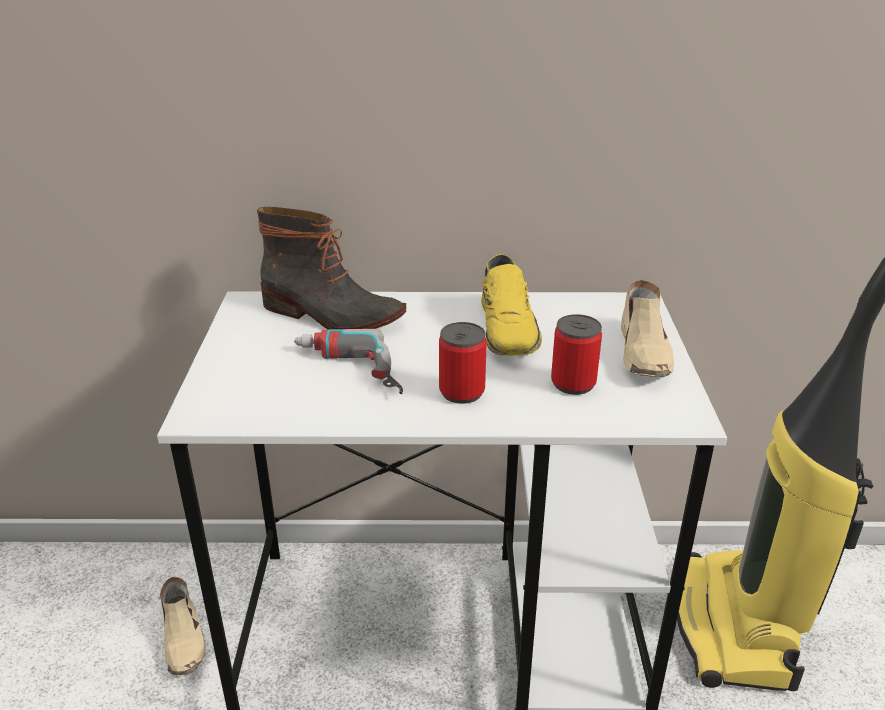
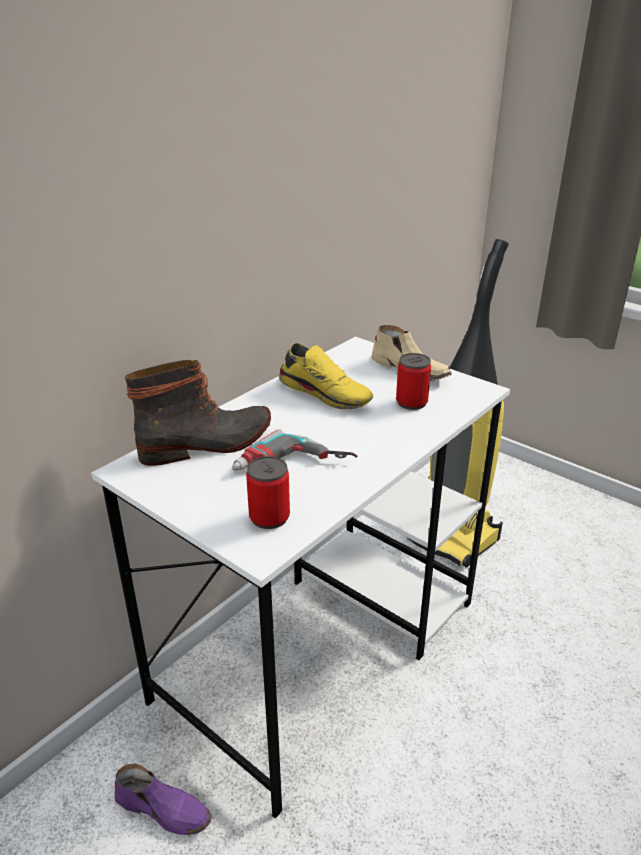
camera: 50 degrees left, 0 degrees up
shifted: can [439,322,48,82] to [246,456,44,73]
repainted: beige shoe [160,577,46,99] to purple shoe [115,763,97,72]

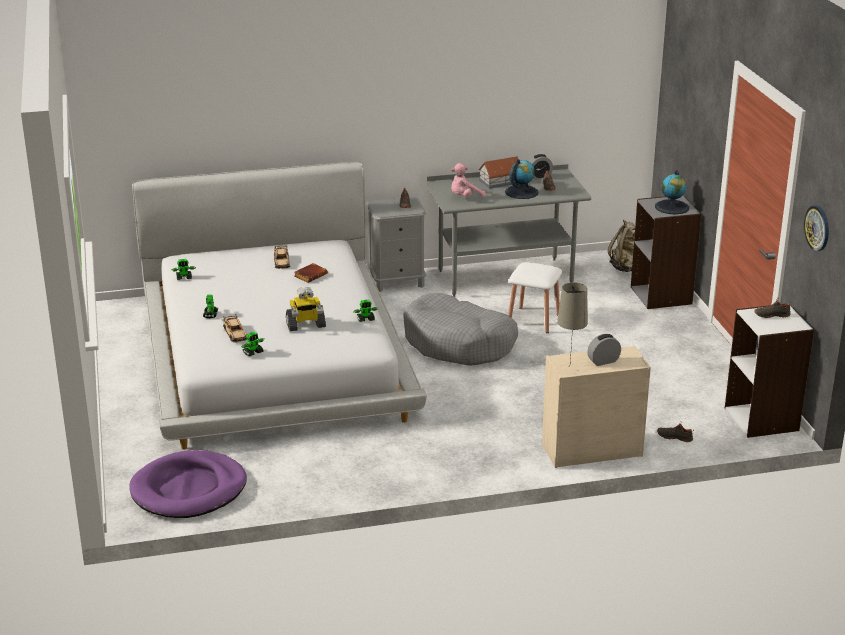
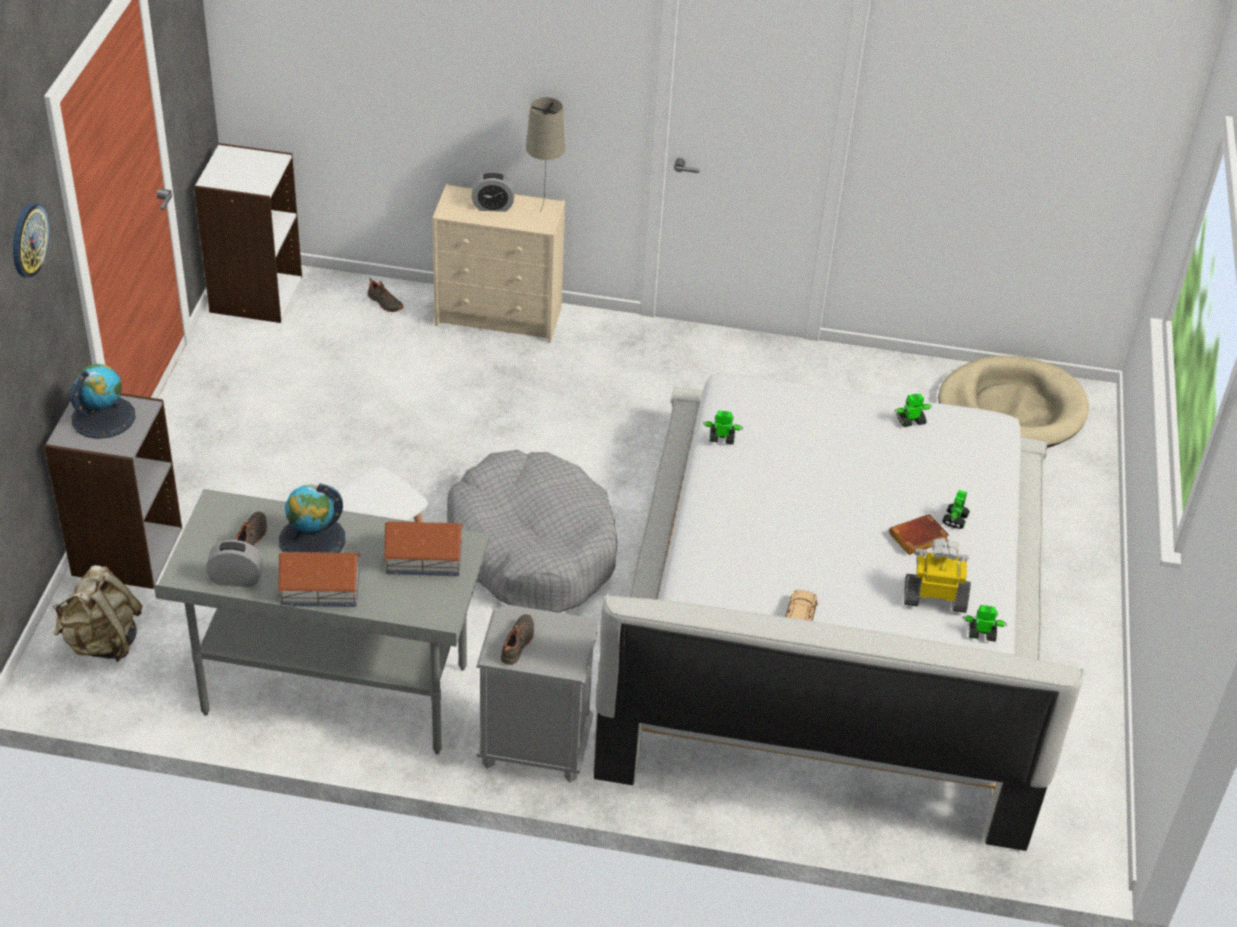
camera: 160 degrees left, 15 degrees up
gone: beige toy car [223,314,24,28]; black shoe [754,297,38,21]
shifted: wall clock [804,205,25,46] to [13,203,36,75]; brown book [294,263,34,20] to [889,514,60,41]; toy robot [286,287,40,44] to [904,538,67,75]
swapped: pink plush toy [451,163,35,34] to toy house [383,521,81,55]
repainted: purple dog bed [129,450,118,68] to beige dog bed [938,355,151,93]

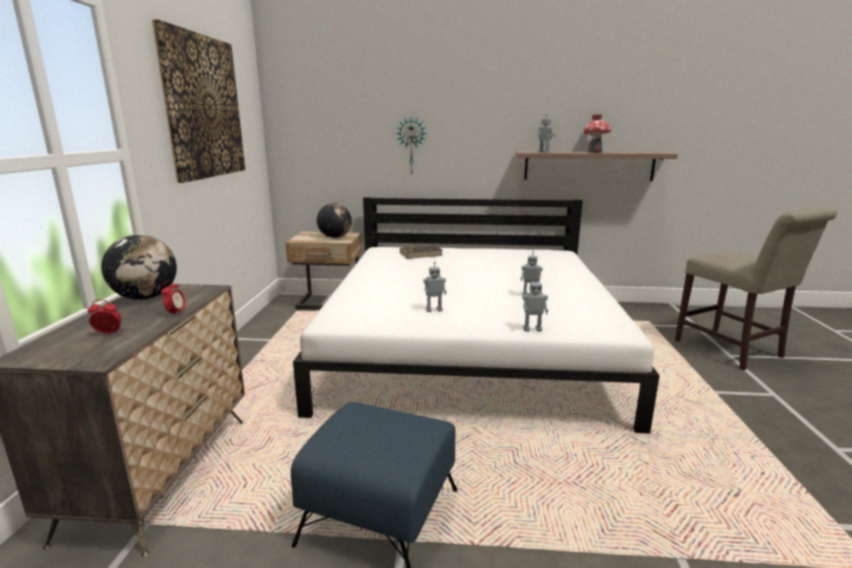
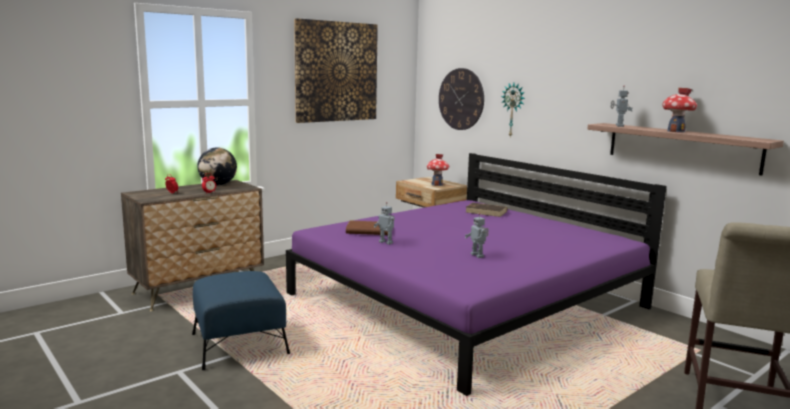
camera: 45 degrees right, 5 degrees down
gone: toy robot [523,277,25,55]
new: brown book [346,221,42,14]; wall clock [439,68,45,62]
swapped: globe [317,203,35,35] to toy house [427,154,22,32]
repainted: white bed [293,197,367,237] to purple bed [286,153,381,243]

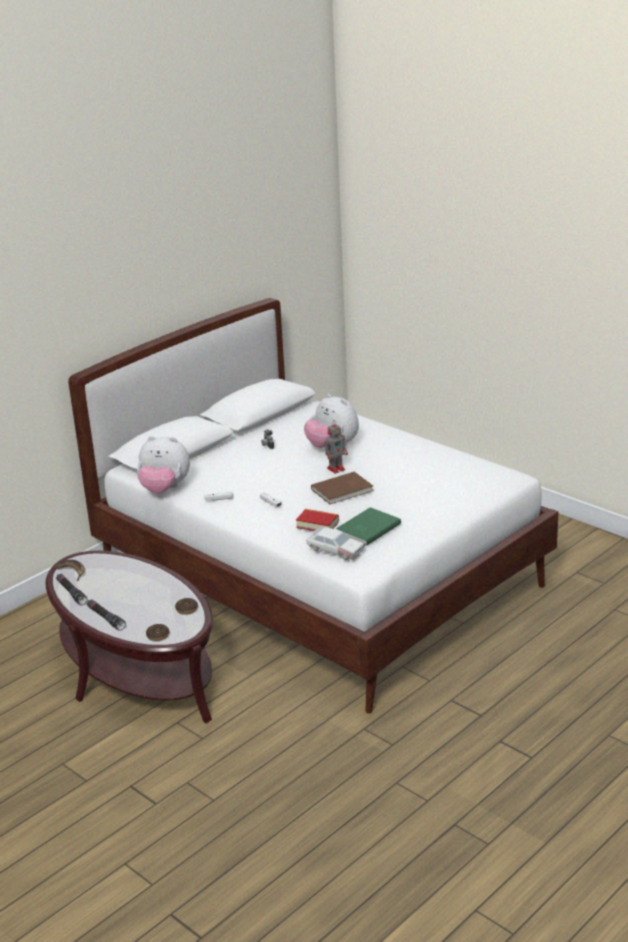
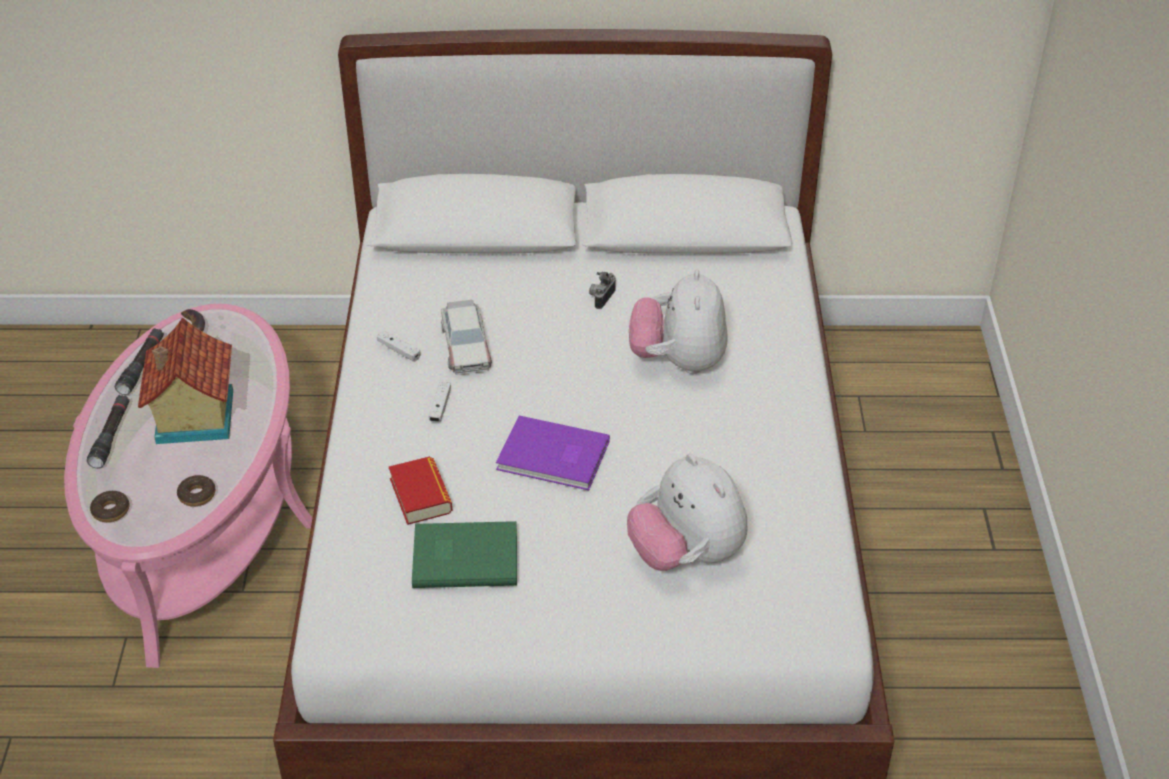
camera: 45 degrees right, 15 degrees up
gone: toy robot [325,420,23,54]
new: toy house [138,317,95,127]
shifted: toy car [306,526,59,34] to [441,300,51,75]; plush toy [137,436,53,58] to [627,454,121,117]
repainted: brown coffee table [46,551,167,172] to pink coffee table [64,304,248,364]; brown book [311,472,63,32] to purple book [496,416,114,74]

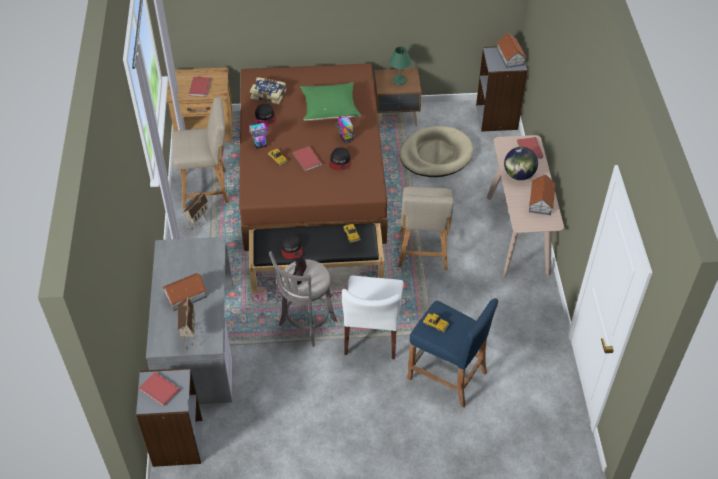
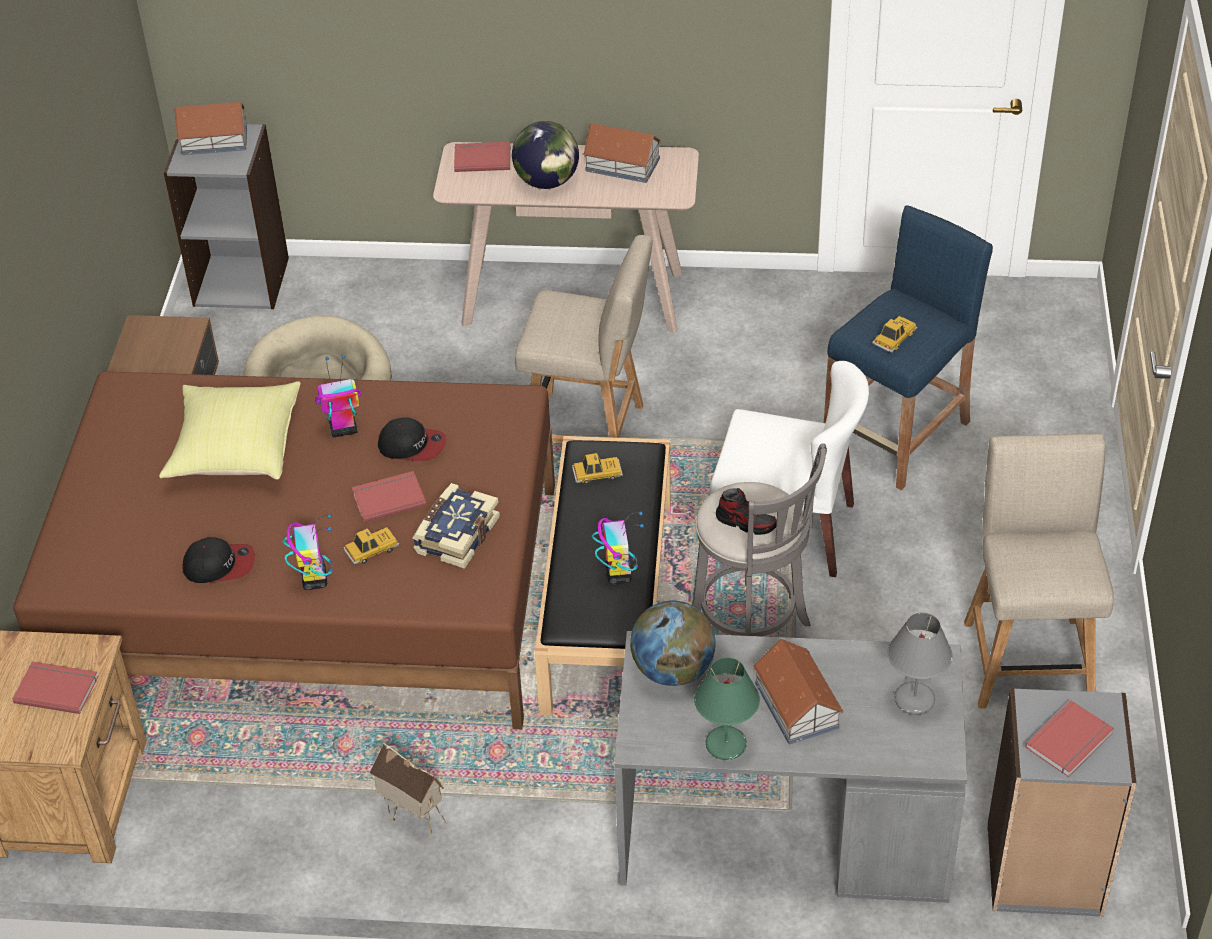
camera: 80 degrees left, 5 degrees down
new: globe [630,601,85,85]
shifted: book [250,77,36,27] to [413,483,87,86]; green table lamp [389,46,22,39] to [694,657,66,103]; beige chair [172,97,57,112] to [964,434,150,275]
swapped: cap [280,234,23,25] to toy robot [592,512,52,72]; toy house [177,298,21,52] to grey table lamp [887,613,66,102]
repainted: green pillow [300,82,61,39] to yellow pillow [159,381,142,99]

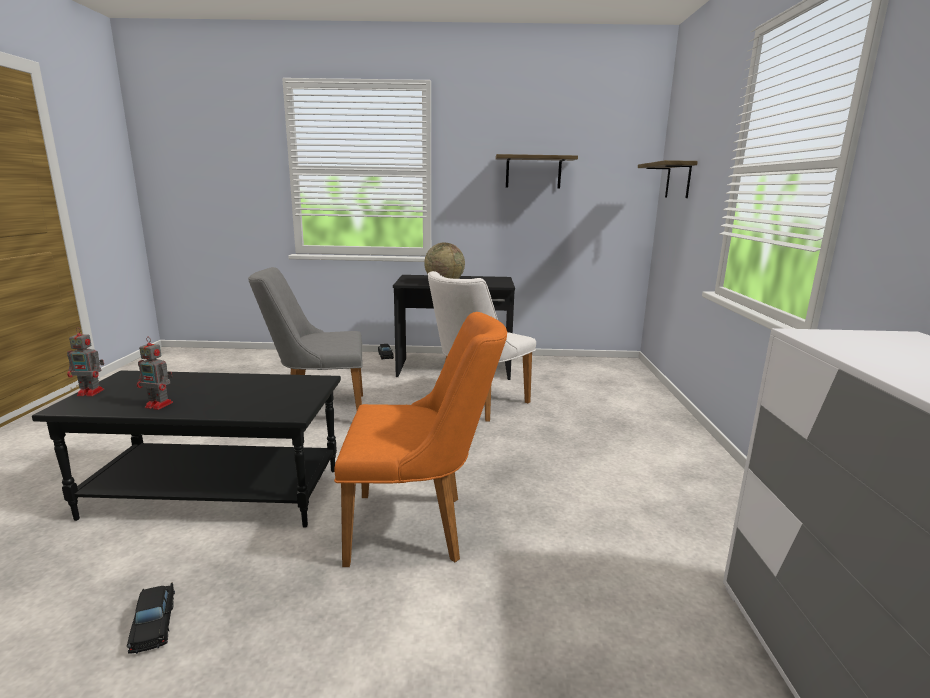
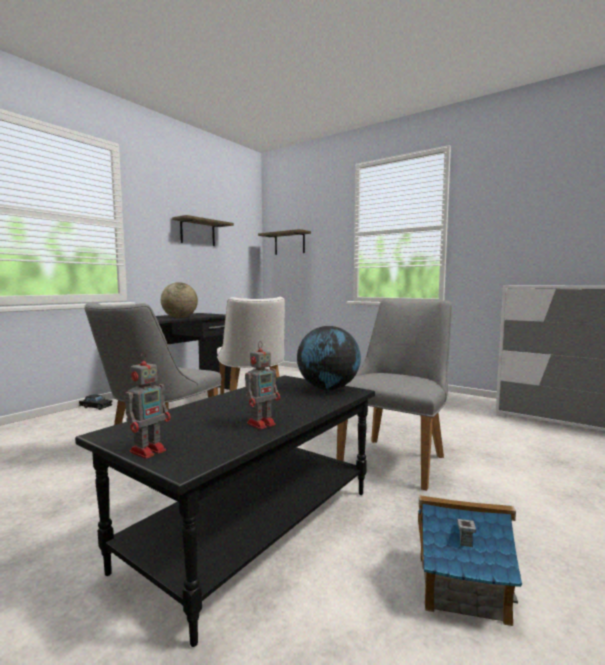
camera: 55 degrees left, 10 degrees down
new: globe [297,326,64,65]
swapped: black toy car [127,582,48,72] to toy house [418,495,104,131]
repainted: orange chair [334,312,173,255] to grey chair [337,299,115,192]

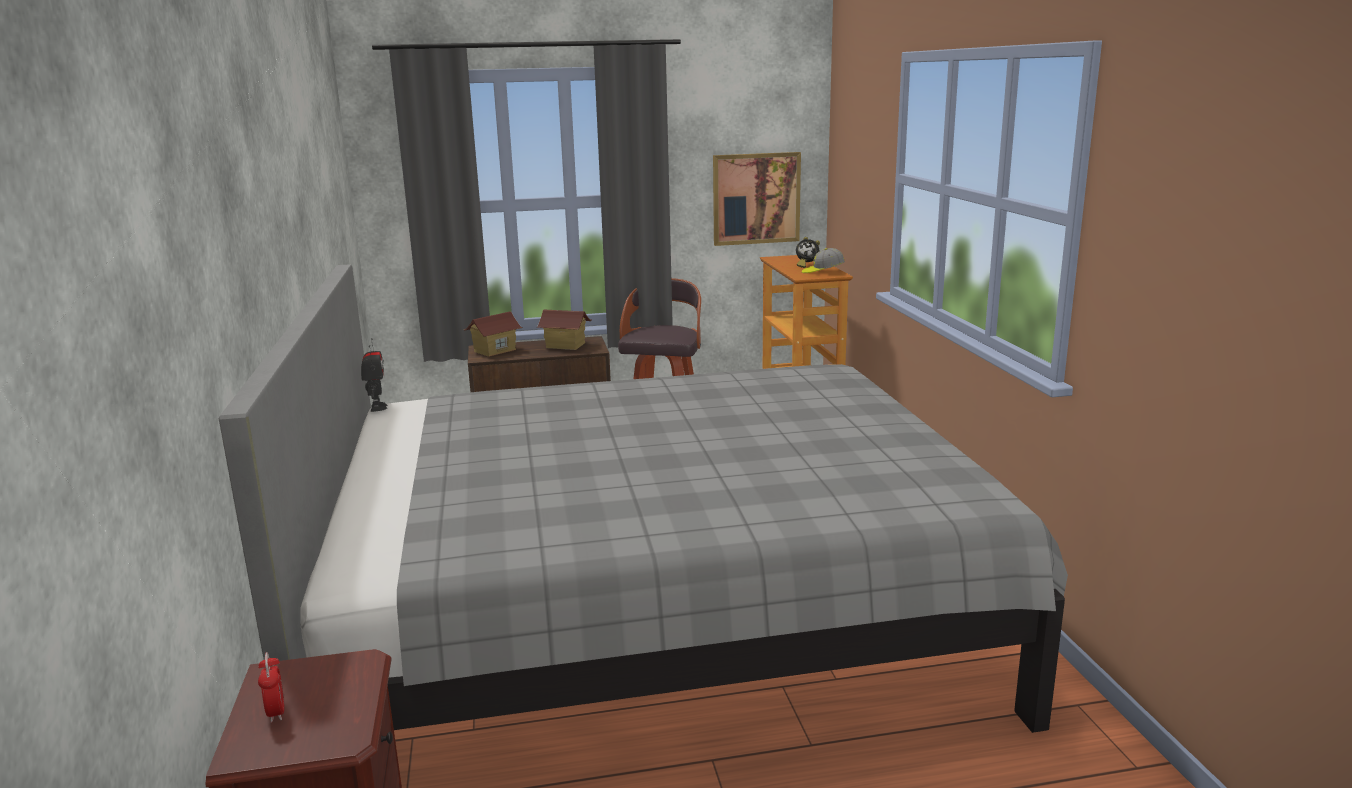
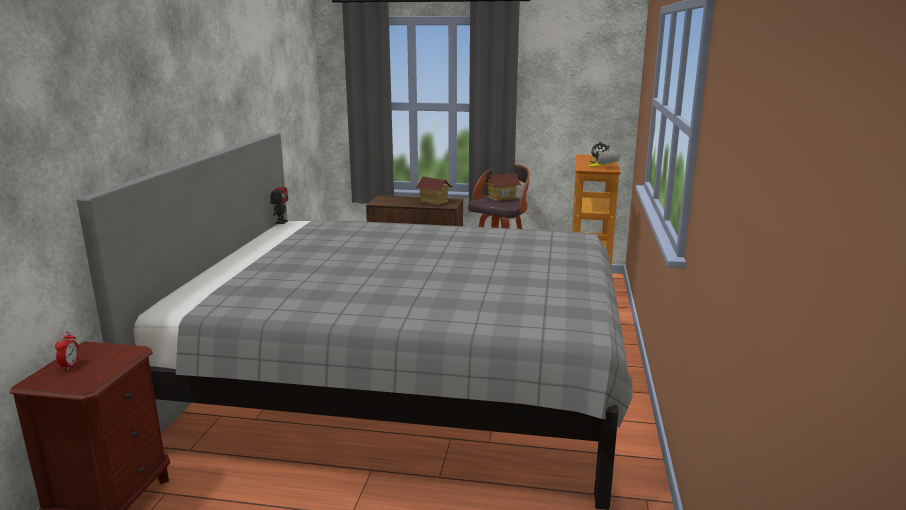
camera: 20 degrees right, 0 degrees up
gone: picture [713,152,88,94]
shifted: toy house [463,311,60,46] to [484,173,37,28]

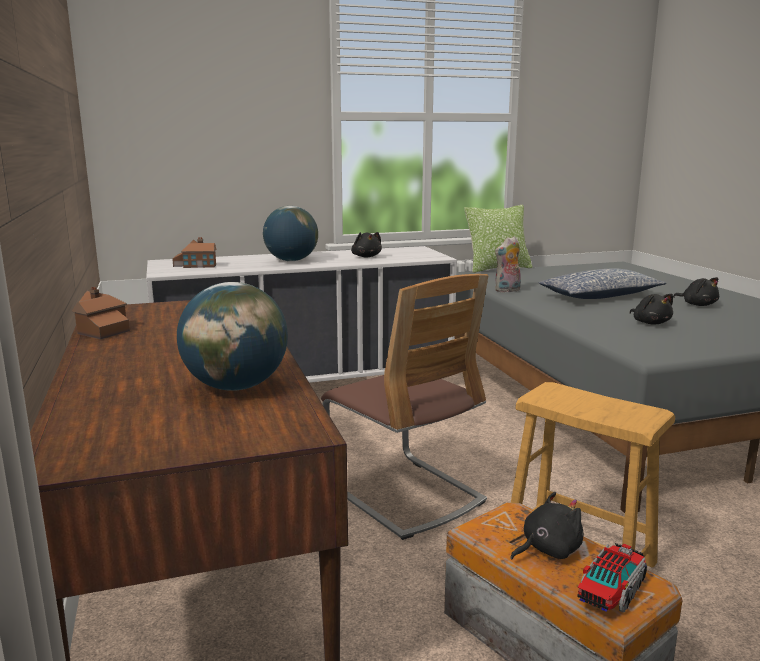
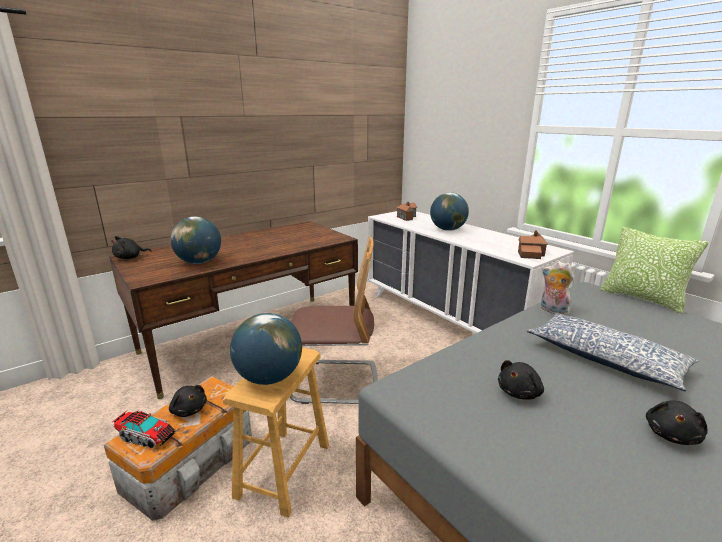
camera: 70 degrees right, 5 degrees up
new: globe [230,313,72,72]
shifted: black plush toy [351,232,31,25] to [111,236,40,23]; toy house [72,287,58,52] to [518,230,30,29]
rotated: chair [321,274,167,266] = [290,236,88,168] 120 degrees counterclockwise

